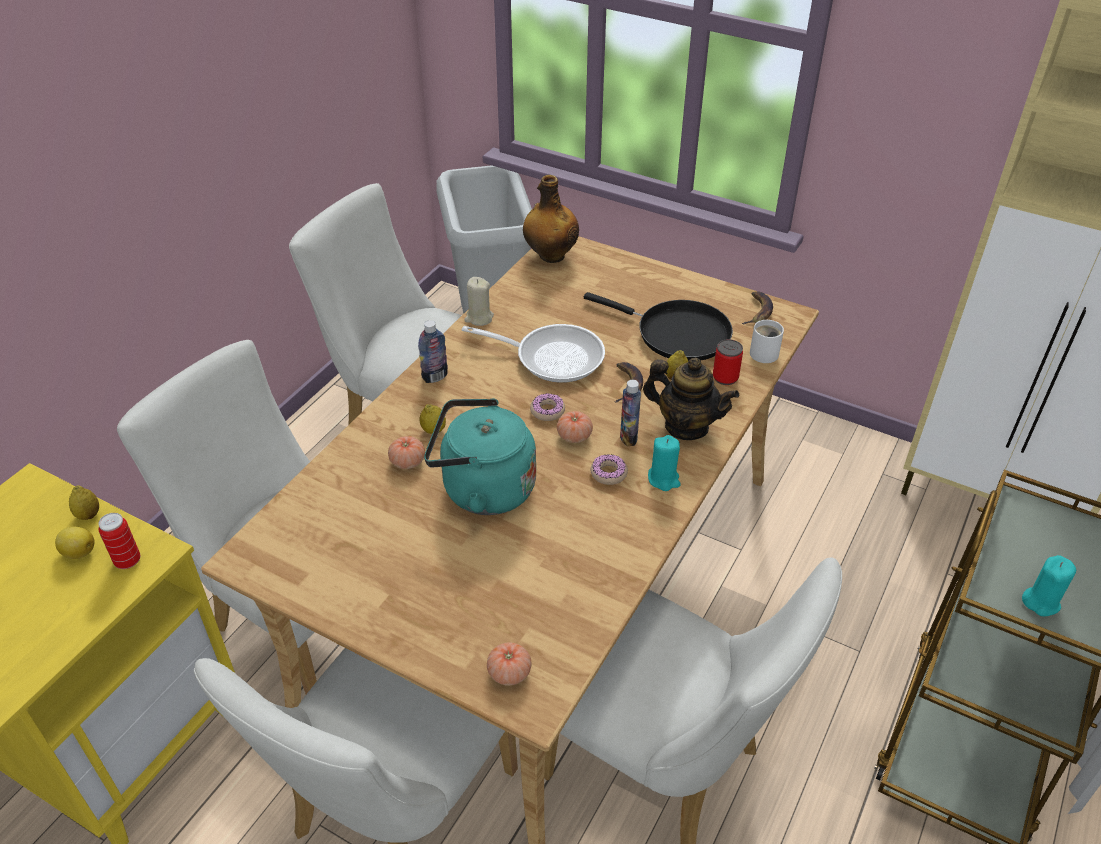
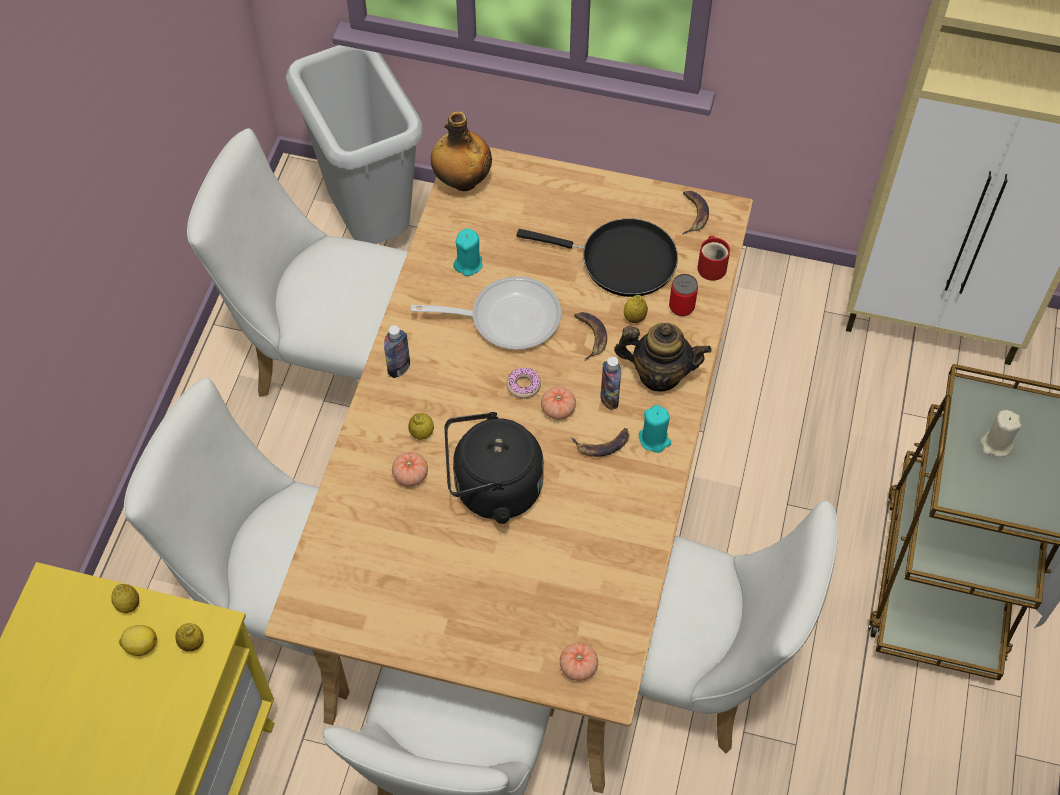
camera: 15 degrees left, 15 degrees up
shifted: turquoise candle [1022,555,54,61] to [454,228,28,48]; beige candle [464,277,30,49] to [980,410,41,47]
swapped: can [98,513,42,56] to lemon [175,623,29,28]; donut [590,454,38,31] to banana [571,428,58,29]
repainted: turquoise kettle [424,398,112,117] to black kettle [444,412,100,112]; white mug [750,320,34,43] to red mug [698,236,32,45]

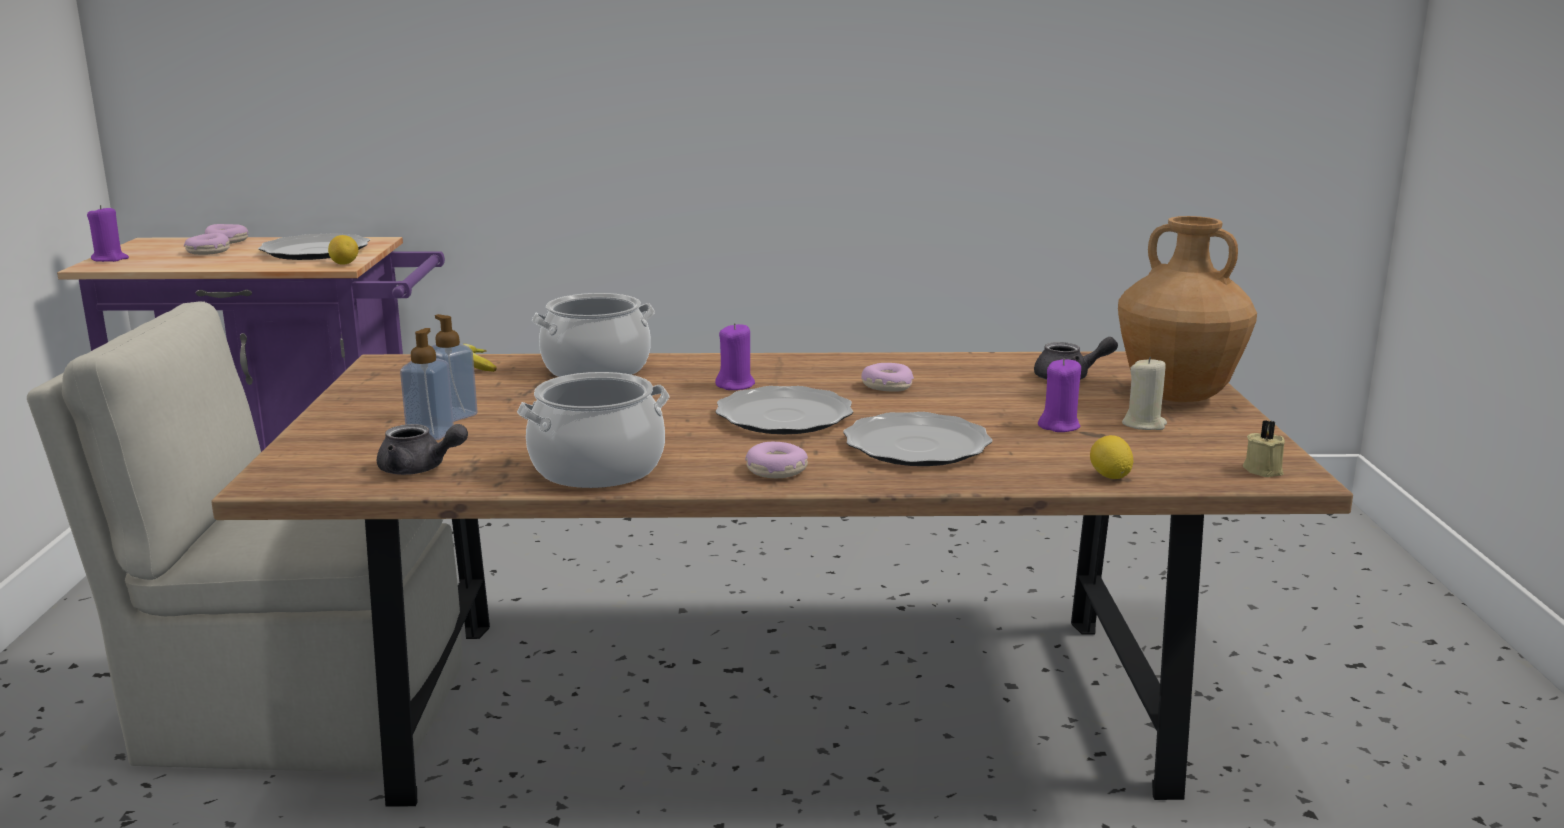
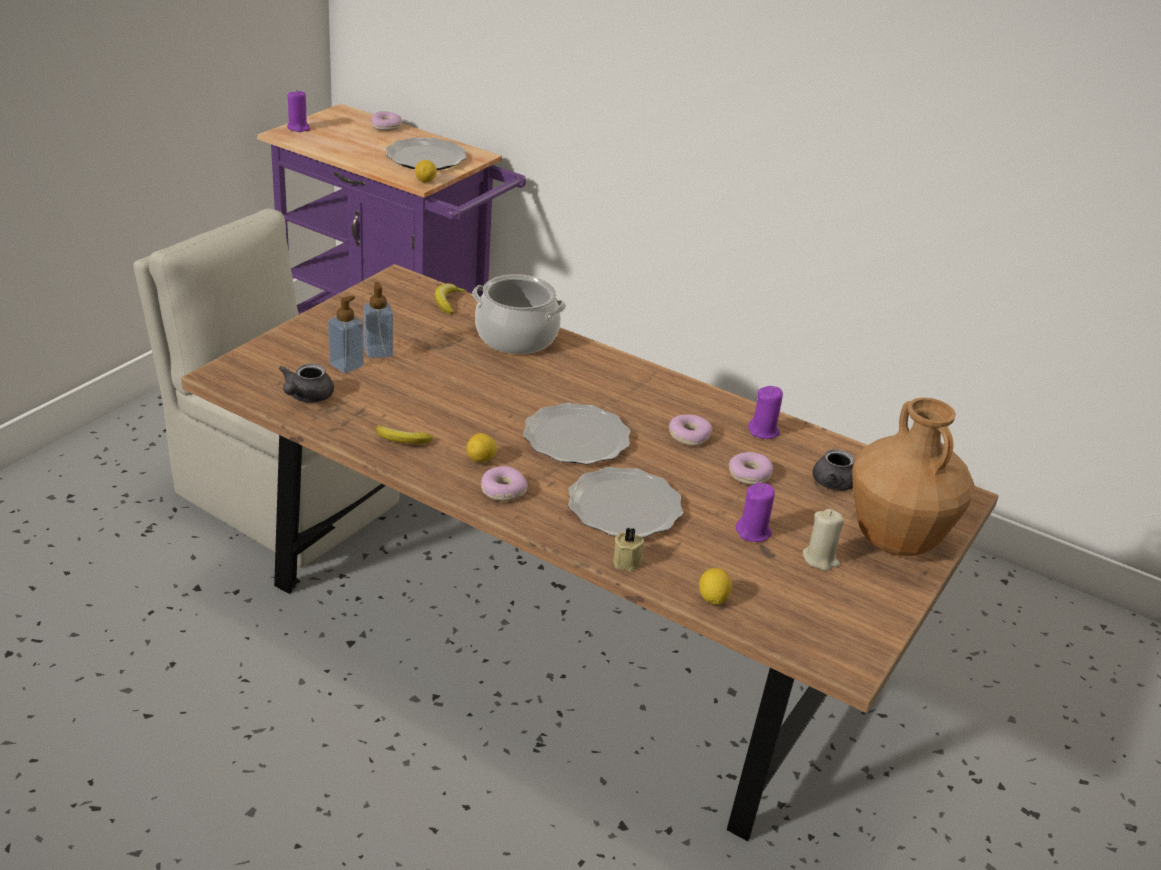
camera: 30 degrees right, 15 degrees up
new: lemon [466,433,31,29]
shifted: beige candle [1243,420,42,57] to [613,528,31,44]; donut [184,233,46,22] to [728,452,45,33]; purple candle [715,323,40,67] to [748,386,35,53]
swapped: cooking pot [517,372,152,116] to banana [376,425,57,19]
rotated: grey teapot [377,424,91,51] = [279,364,55,39] 60 degrees clockwise

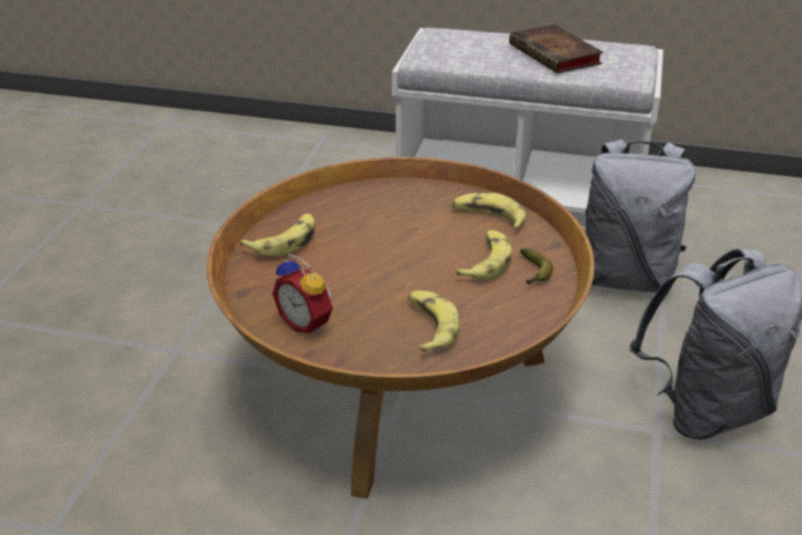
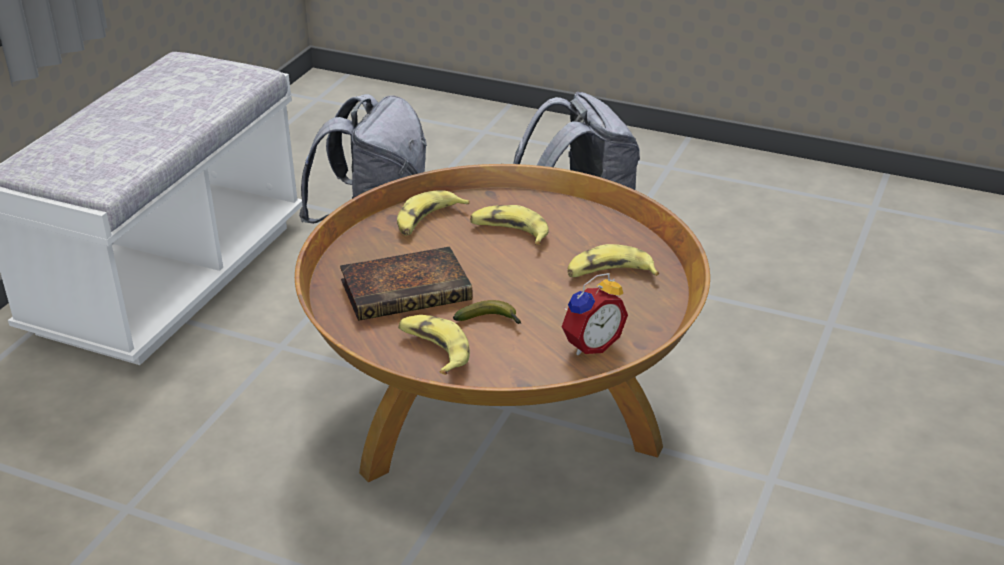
camera: 80 degrees left, 0 degrees up
shifted: book [509,24,95,50] to [340,247,133,74]; banana [520,249,33,36] to [453,300,68,24]

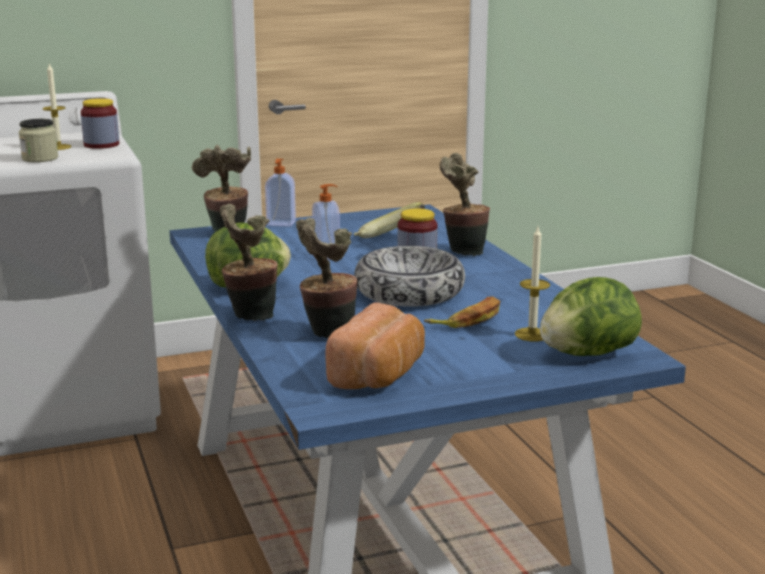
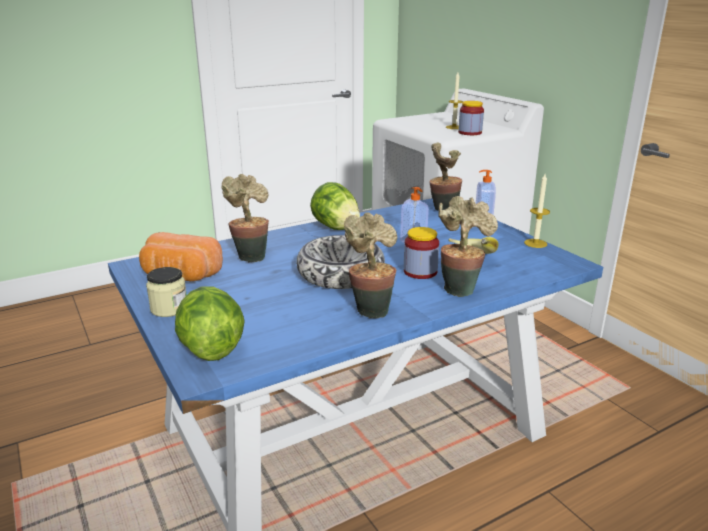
camera: 80 degrees right, 5 degrees up
gone: banana [424,296,76,32]
shifted: jar [19,119,39,43] to [146,267,41,50]; potted plant [220,204,58,117] to [344,212,53,106]; candle [515,227,35,115] to [524,174,26,74]

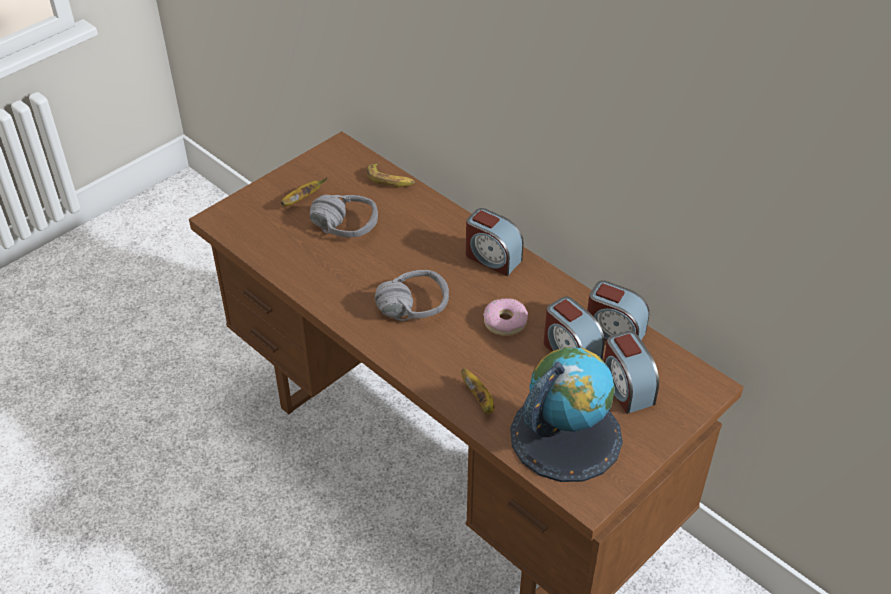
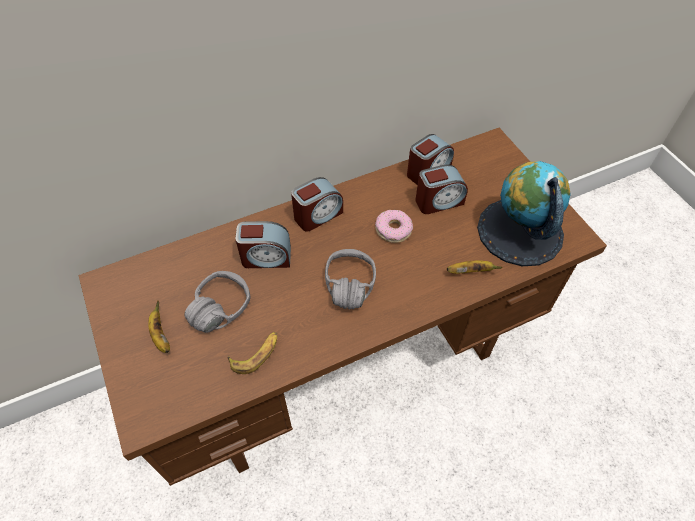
camera: 70 degrees left, 10 degrees up
shifted: banana [366,163,49,24] to [228,332,49,42]; alarm clock [604,331,55,83] to [235,221,56,47]

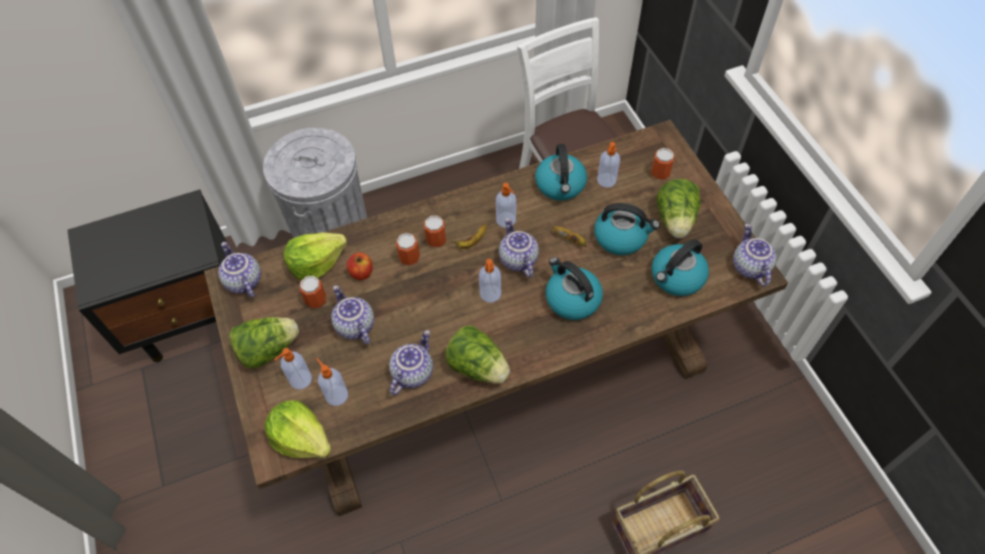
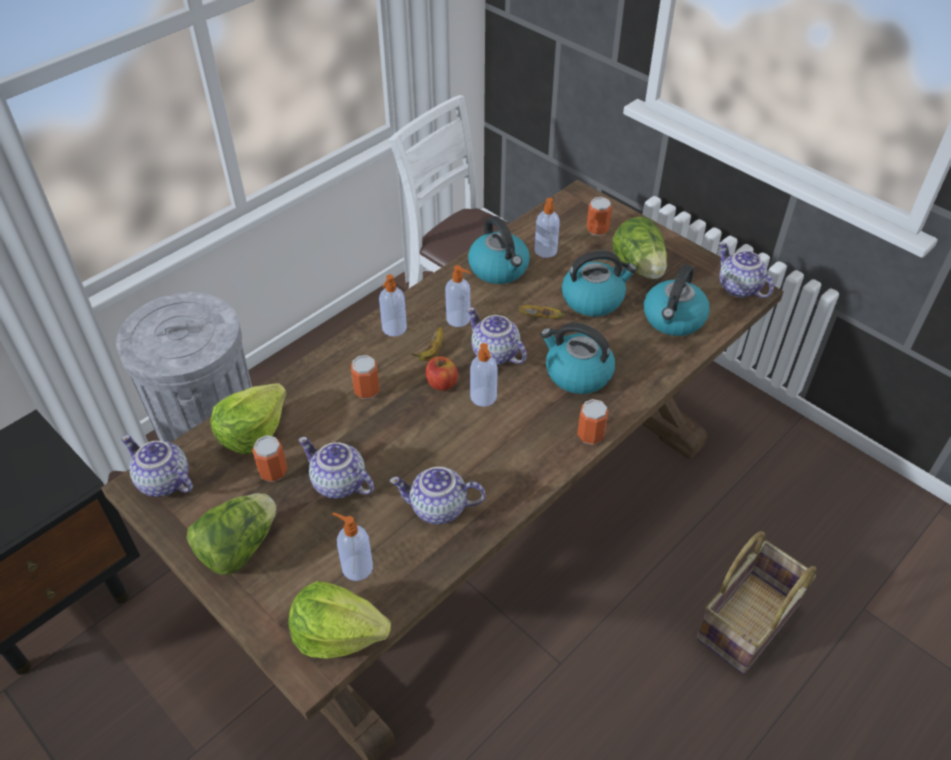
camera: 25 degrees left, 10 degrees down
gone: lettuce [445,325,65,59]
shifted: soap dispenser [274,348,38,41] to [379,274,28,63]; apple [347,252,26,28] to [425,356,33,35]; can [424,215,22,33] to [577,399,32,46]
rotated: teapot [389,330,44,65] = [390,467,95,57] 90 degrees counterclockwise

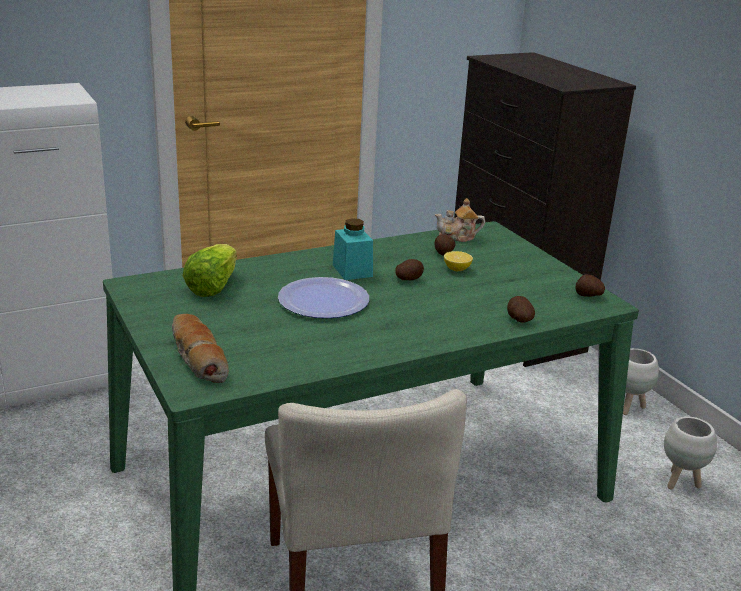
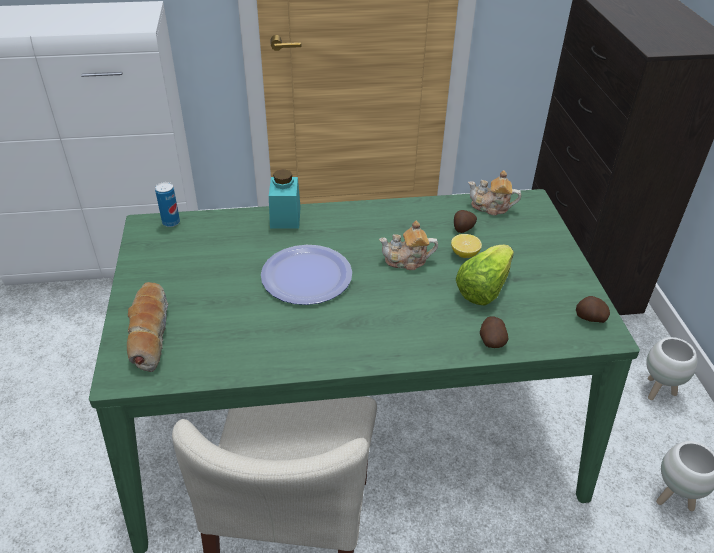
camera: 20 degrees right, 15 degrees up
new: can [155,182,25,45]
shifted: turquoise jar [333,218,40,62] to [269,169,32,60]; lettuce [183,244,54,53] to [456,245,58,61]
swapped: potato [395,259,29,21] to teapot [379,221,59,49]

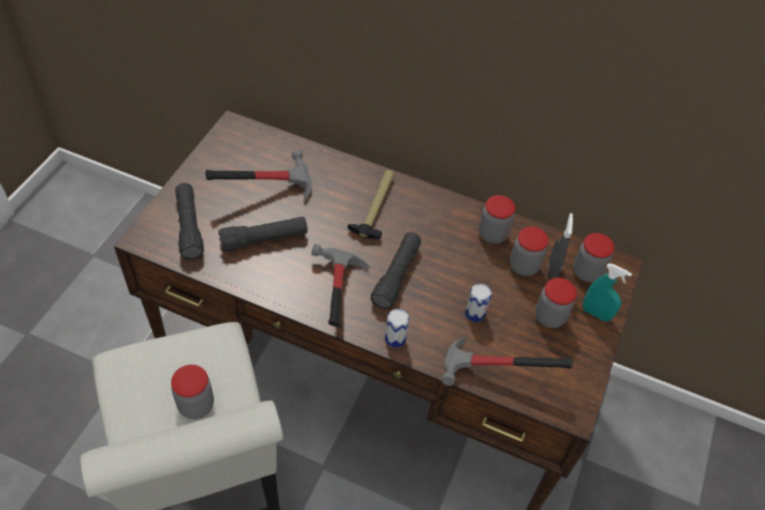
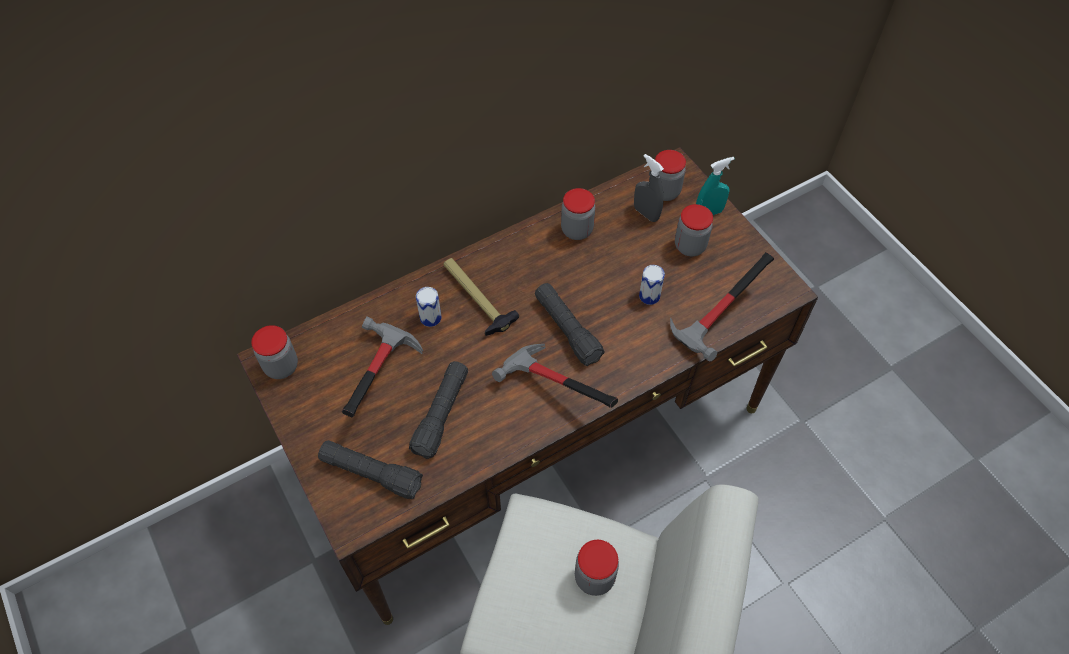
camera: 50 degrees left, 5 degrees up
shifted: jar [510,227,39,49] to [251,325,47,54]; can [385,309,24,39] to [416,287,25,40]

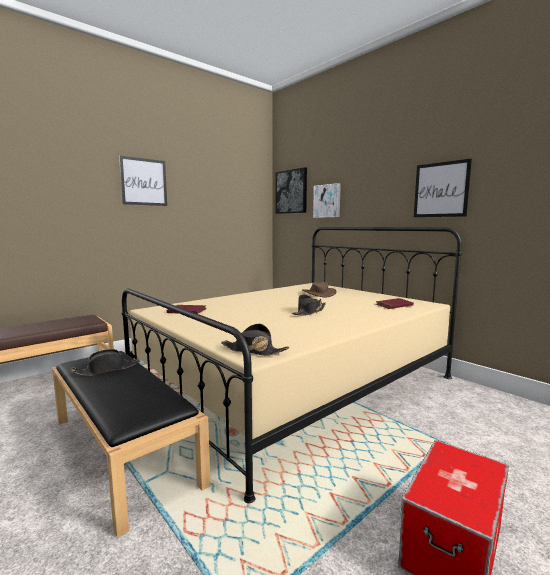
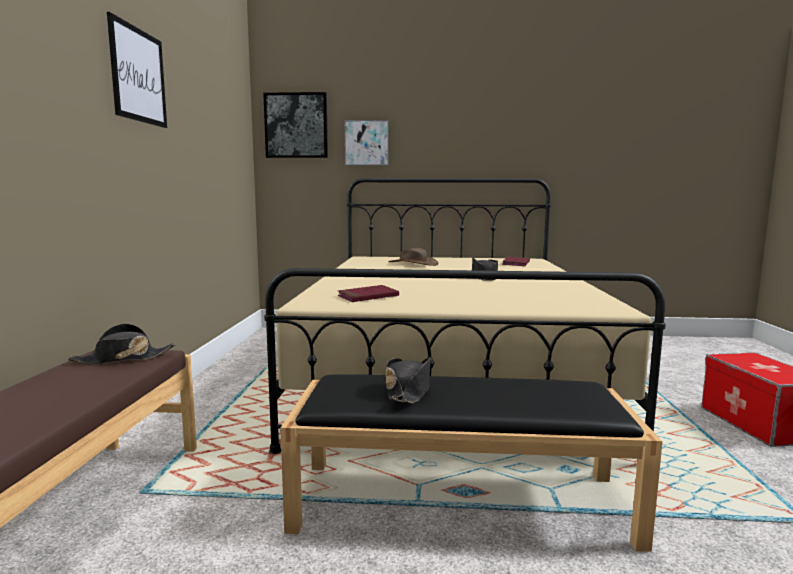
camera: 45 degrees left, 0 degrees up
gone: picture [414,159,58,58]
shifted: black hat [221,324,68,32] to [68,323,108,42]

